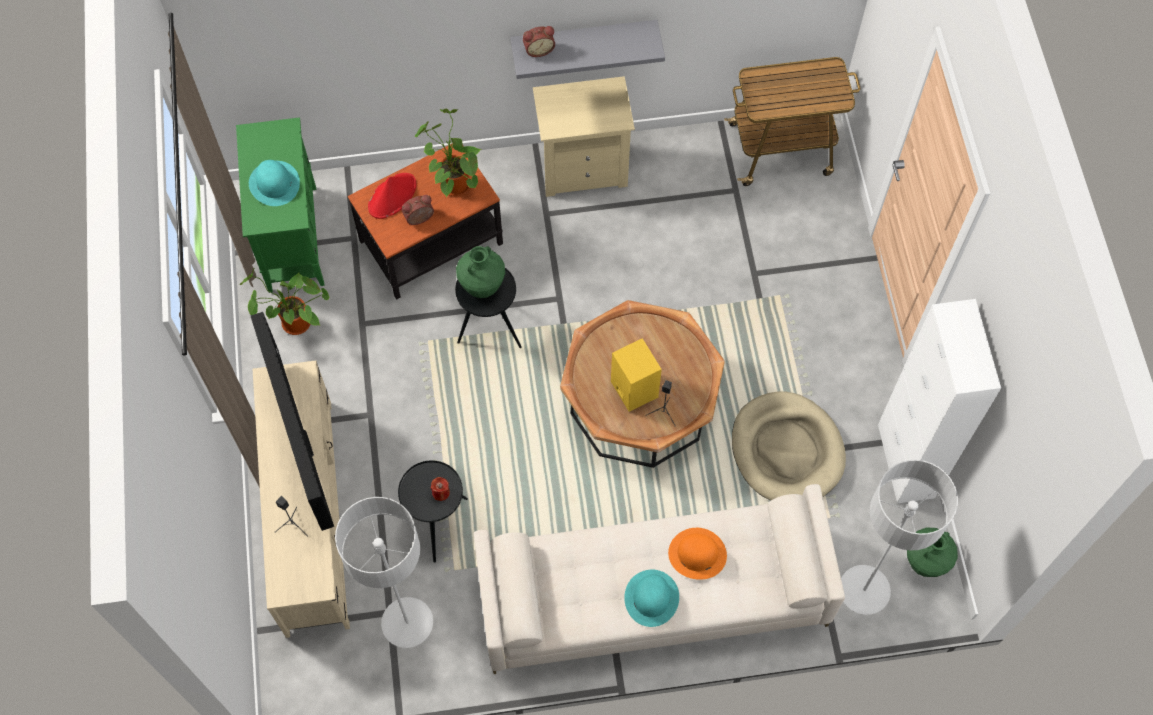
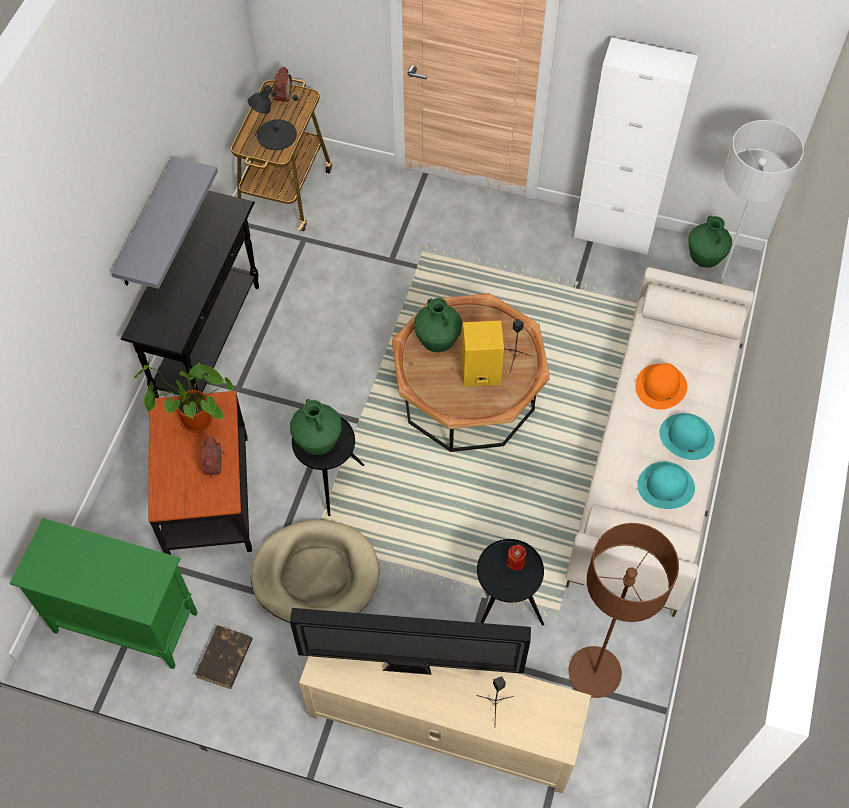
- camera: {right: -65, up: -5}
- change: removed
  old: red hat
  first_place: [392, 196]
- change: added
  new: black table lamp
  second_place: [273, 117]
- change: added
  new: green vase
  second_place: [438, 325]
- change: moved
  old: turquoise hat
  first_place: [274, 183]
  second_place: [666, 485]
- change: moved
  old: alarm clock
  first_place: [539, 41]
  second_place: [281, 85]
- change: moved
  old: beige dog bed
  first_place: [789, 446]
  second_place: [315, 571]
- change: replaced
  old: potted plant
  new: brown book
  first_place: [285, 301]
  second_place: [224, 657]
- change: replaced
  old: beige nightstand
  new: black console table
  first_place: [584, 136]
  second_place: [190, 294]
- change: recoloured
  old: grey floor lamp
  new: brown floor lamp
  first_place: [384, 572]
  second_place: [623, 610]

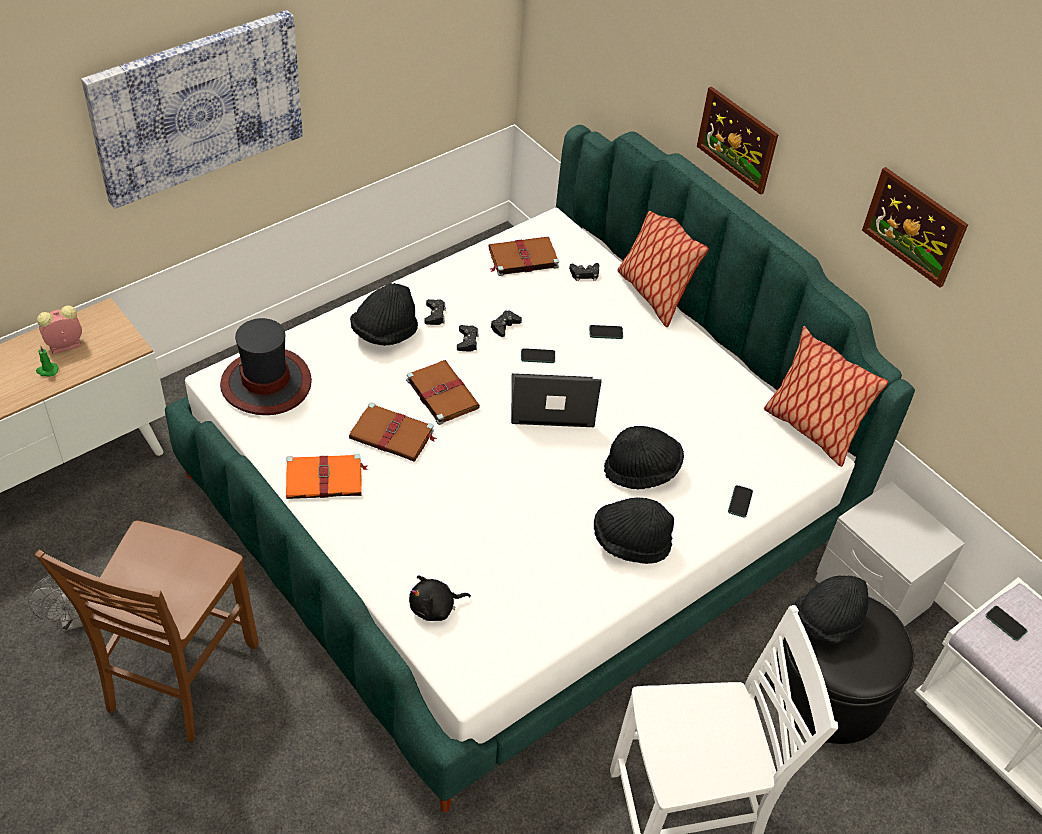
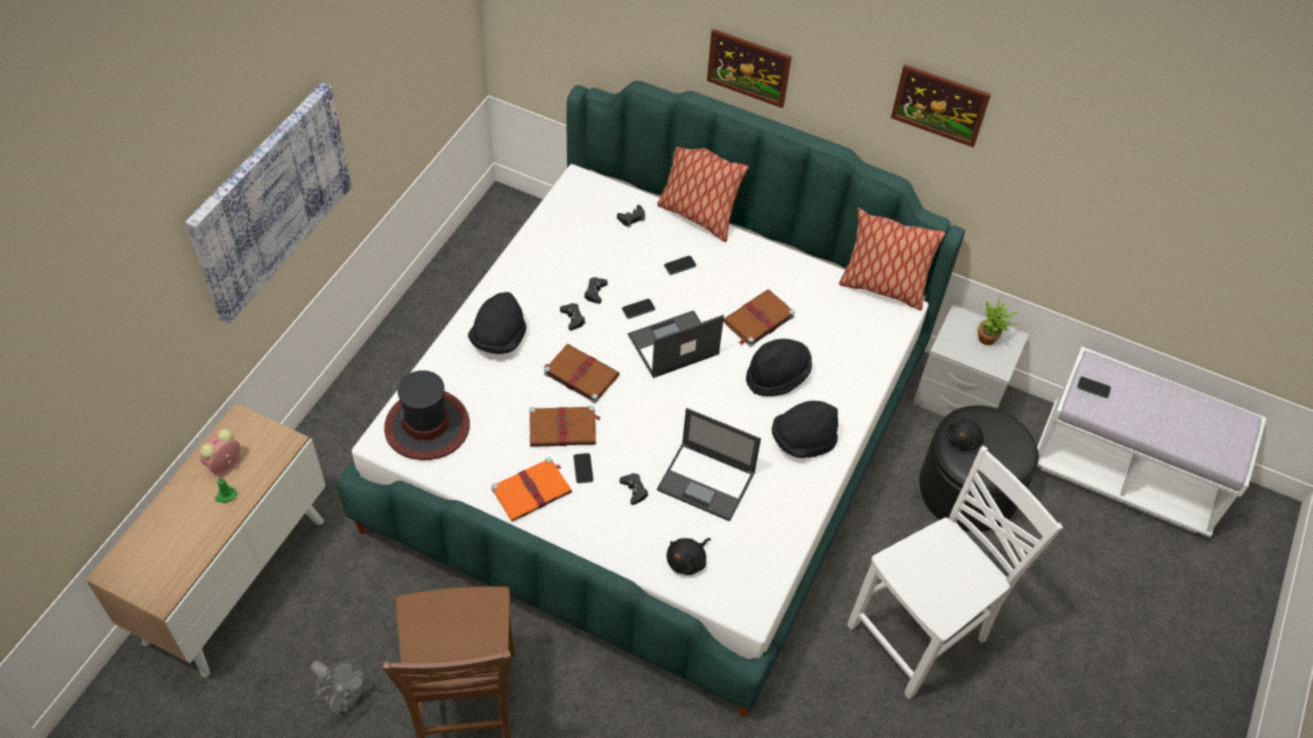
- camera: {right: -25, up: 5}
- change: added
  new: laptop
  second_place: [709, 465]
- change: added
  new: potted plant
  second_place: [998, 320]
- change: moved
  old: black game controller
  first_place: [435, 312]
  second_place: [634, 489]
- change: moved
  old: brown book
  first_place: [524, 256]
  second_place: [759, 318]
- change: moved
  old: phone
  first_place: [740, 501]
  second_place: [583, 468]
- change: replaced
  old: black hat
  new: black plush toy
  first_place: [832, 610]
  second_place: [965, 433]

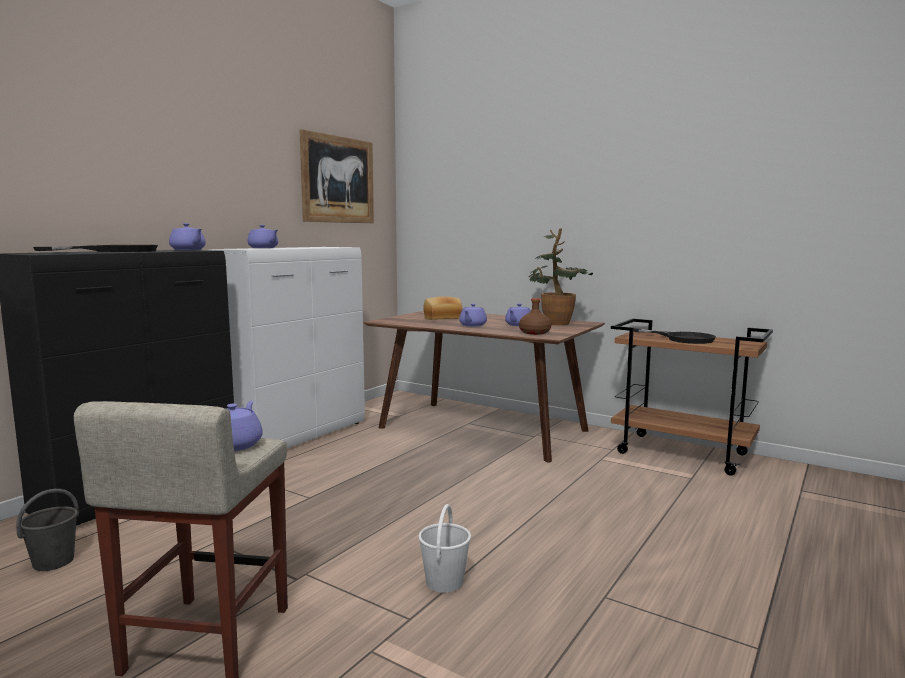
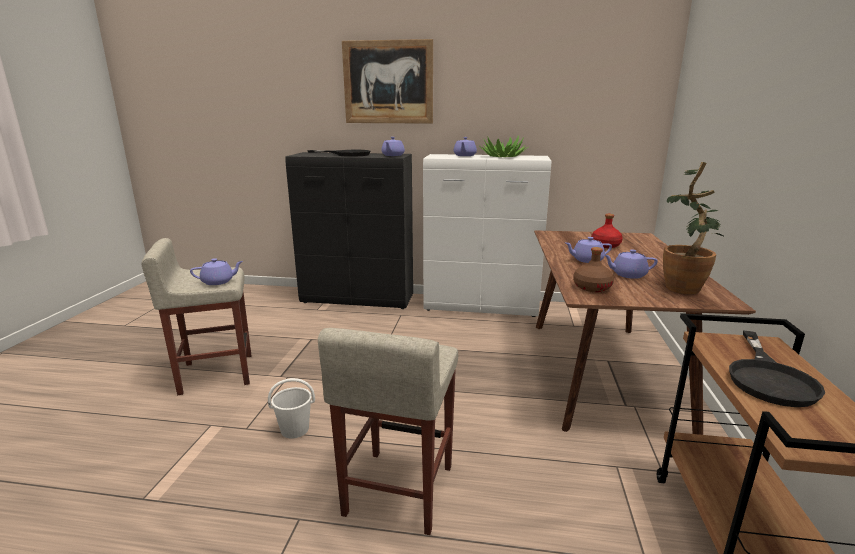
- camera: {right: 65, up: 10}
- change: removed
  old: grey bucket
  first_place: [47, 530]
- change: added
  new: beige stool
  second_place: [388, 431]
- change: added
  new: potted plant
  second_place: [504, 146]
- change: moved
  old: picture
  first_place: [336, 176]
  second_place: [387, 81]
- change: replaced
  old: bread
  new: red bottle
  first_place: [443, 308]
  second_place: [607, 231]

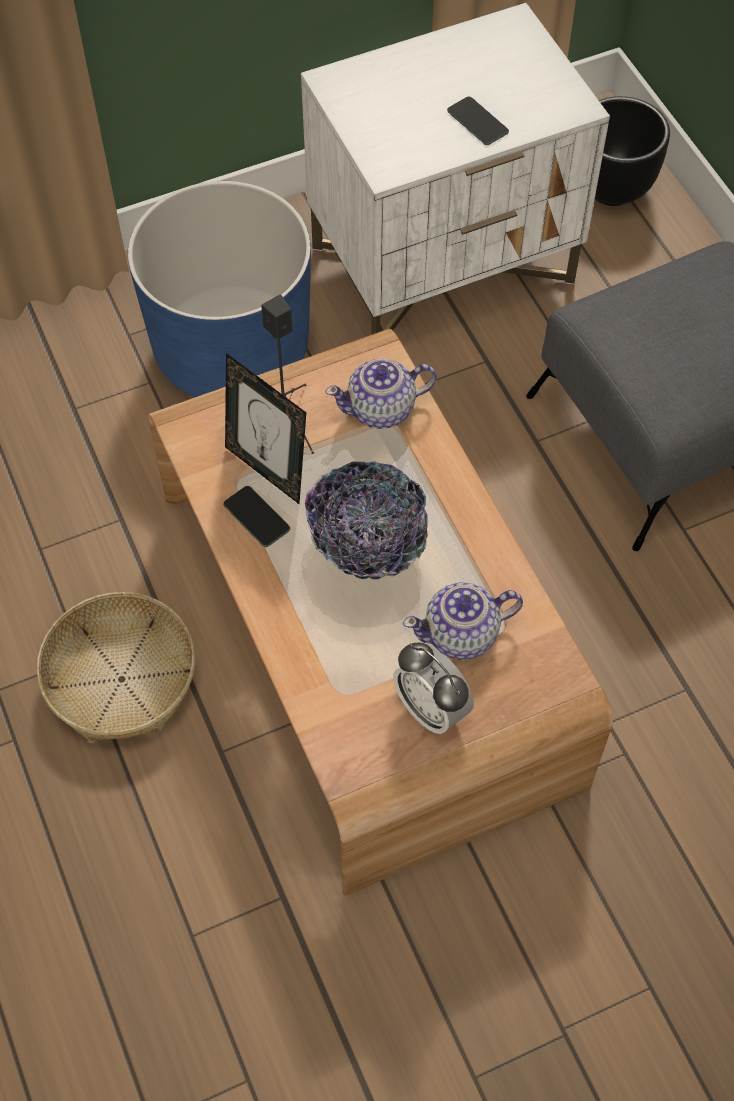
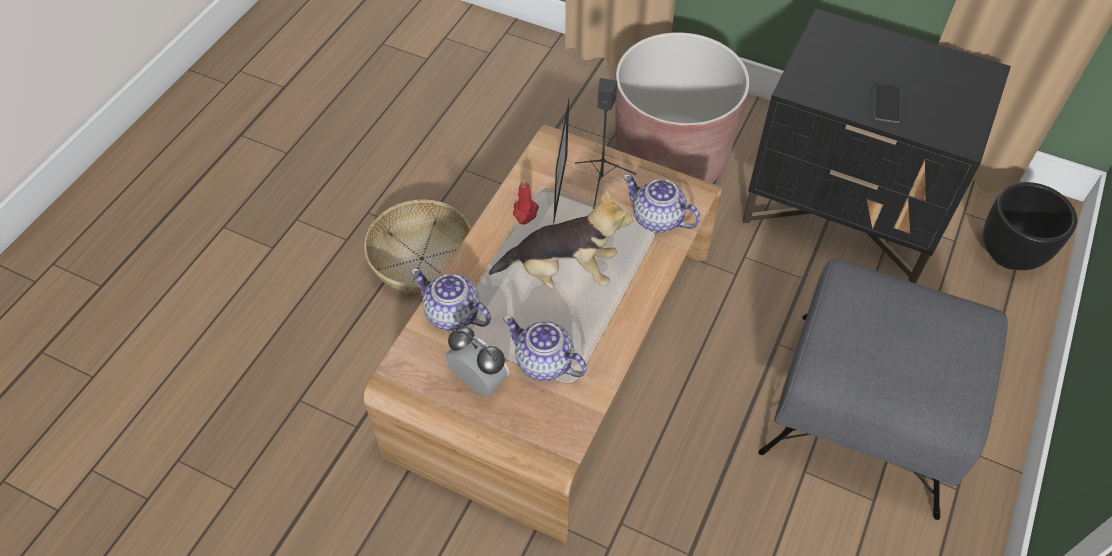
- camera: {right: 50, up: -5}
- change: added
  new: teapot
  second_place: [451, 300]
- change: replaced
  old: phone
  new: red candle
  first_place: [256, 516]
  second_place: [526, 202]
- change: replaced
  old: bowl
  new: plush toy
  first_place: [366, 520]
  second_place: [561, 238]
- change: recoloured
  old: blue planter
  new: brown planter
  first_place: [219, 289]
  second_place: [683, 107]
- change: recoloured
  old: white nightstand
  new: black nightstand
  first_place: [455, 169]
  second_place: [877, 145]
- change: turned
  old: alarm clock
  first_place: [433, 688]
  second_place: [477, 361]
  degrees: 120

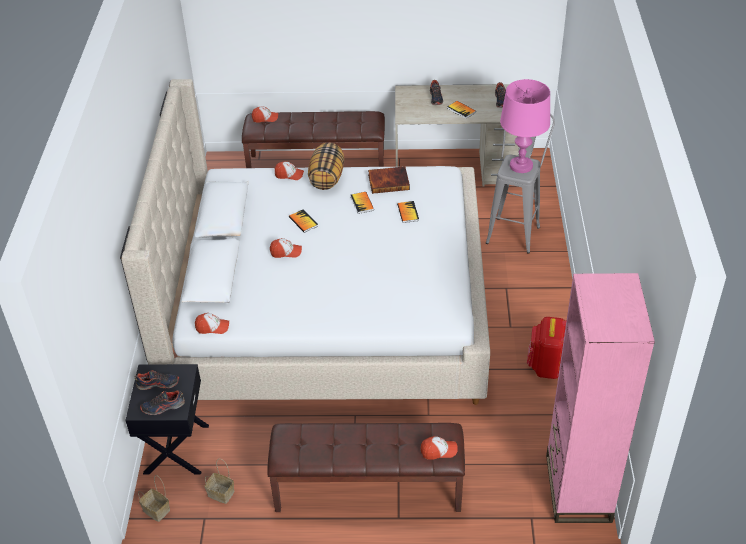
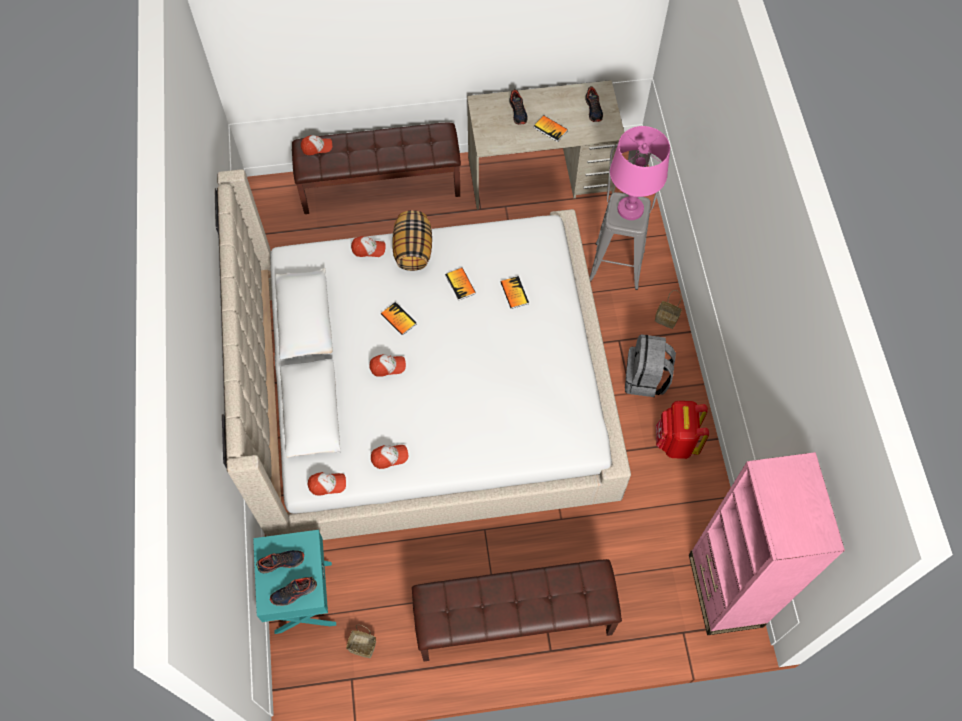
- camera: {right: -10, up: 20}
- change: removed
  old: book
  first_place: [389, 180]
- change: added
  new: grey backpack
  second_place: [650, 366]
- change: moved
  old: basket
  first_place: [154, 498]
  second_place: [668, 309]
- change: moved
  old: cap
  first_place: [439, 448]
  second_place: [389, 457]
- change: recoloured
  old: black nightstand
  new: turquoise nightstand
  first_place: [167, 419]
  second_place: [294, 582]

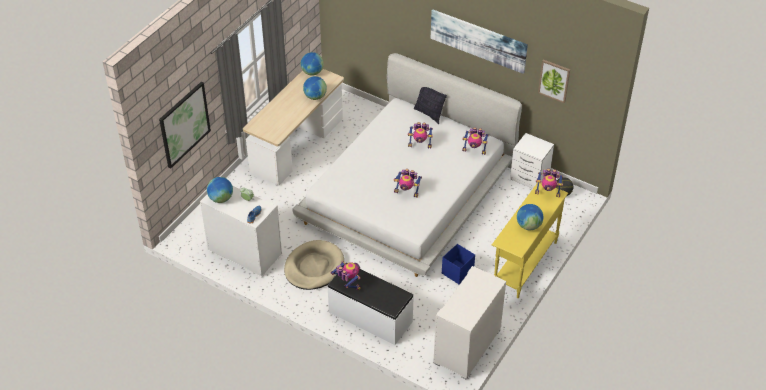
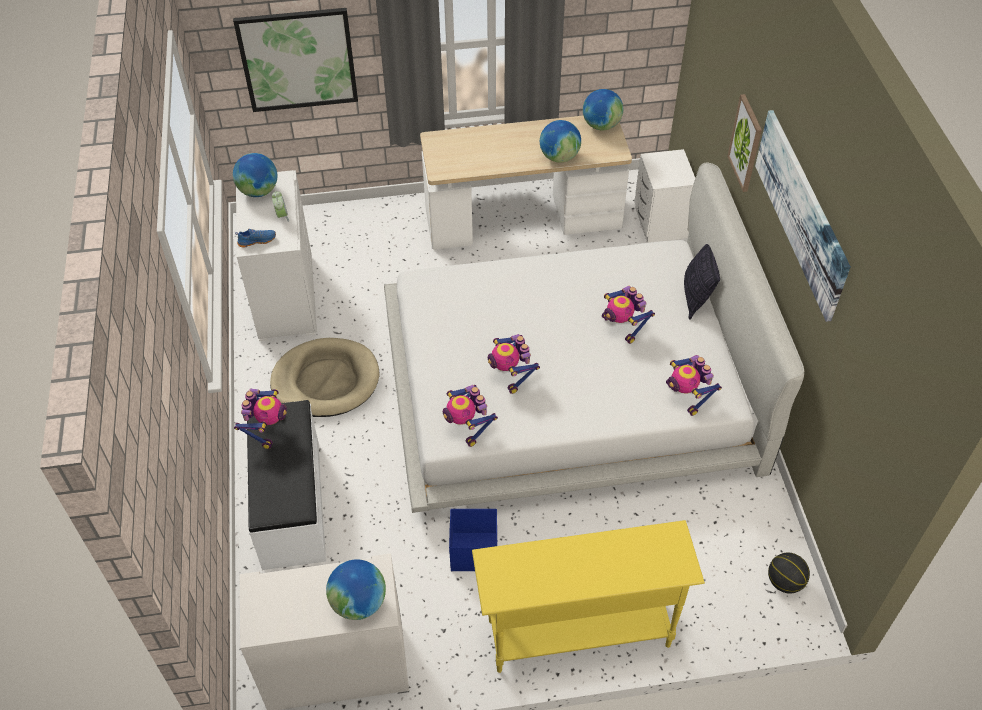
- camera: {right: 50, up: 5}
- change: moved
  old: white nightstand
  first_place: [532, 161]
  second_place: [664, 196]
- change: moved
  old: globe
  first_place: [530, 217]
  second_place: [356, 589]
- change: moved
  old: toy robot
  first_place: [549, 183]
  second_place: [470, 416]
- change: moved
  old: picture
  first_place: [554, 81]
  second_place: [744, 143]

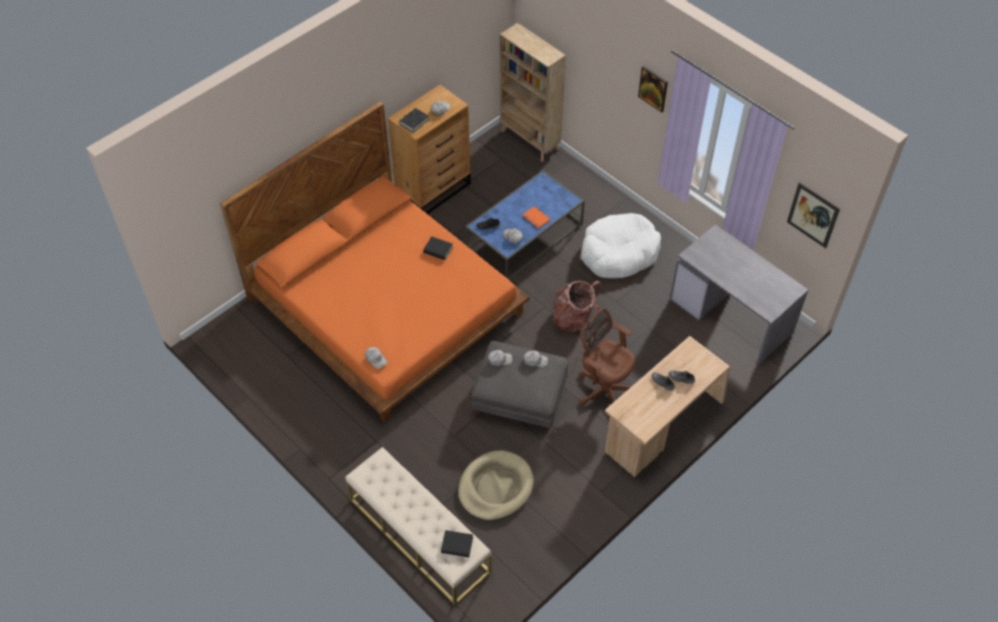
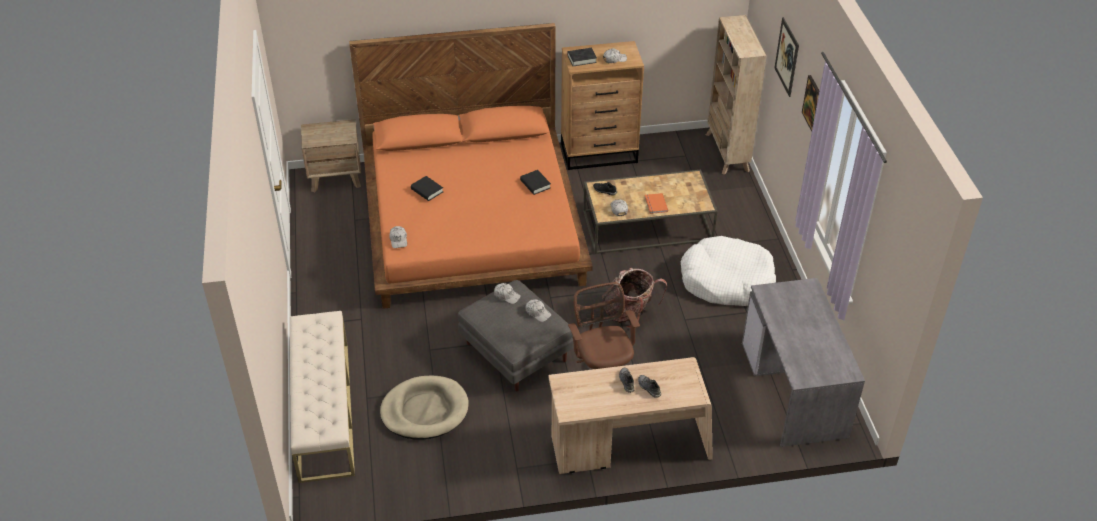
- camera: {right: 35, up: -10}
- change: added
  new: brown nightstand
  second_place: [331, 156]
- change: moved
  old: black book
  first_place: [457, 543]
  second_place: [427, 188]
- change: moved
  old: picture
  first_place: [813, 215]
  second_place: [786, 57]
- change: recoloured
  old: blue coffee table
  new: brown coffee table
  first_place: [525, 225]
  second_place: [650, 212]

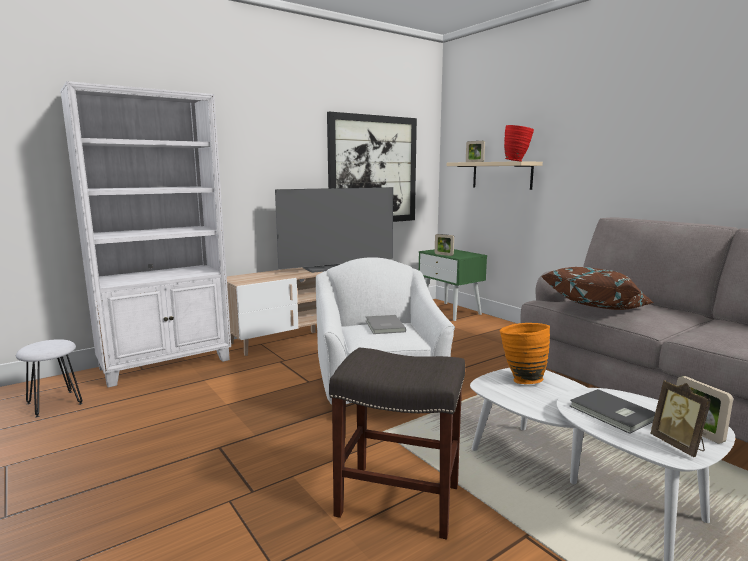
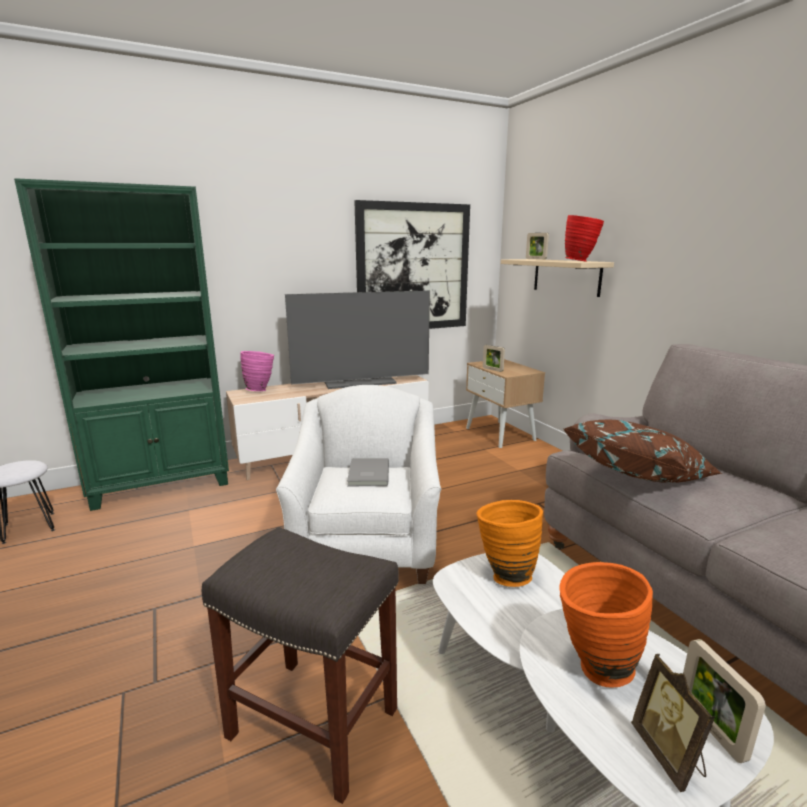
- camera: {right: 10, up: 5}
- change: added
  new: pink vase
  second_place: [257, 371]
- change: replaced
  old: grey book
  new: orange vase
  first_place: [612, 411]
  second_place: [606, 624]
- change: recoloured
  old: white bookcase
  new: green bookcase
  first_place: [145, 234]
  second_place: [121, 344]
- change: recoloured
  old: green nightstand
  new: beige nightstand
  first_place: [453, 285]
  second_place: [505, 403]

